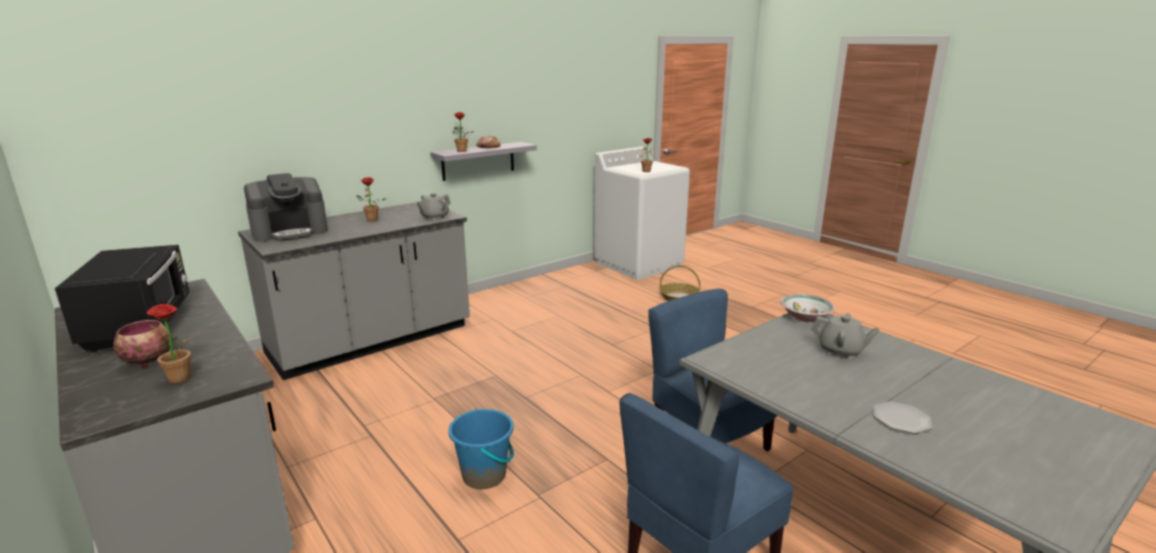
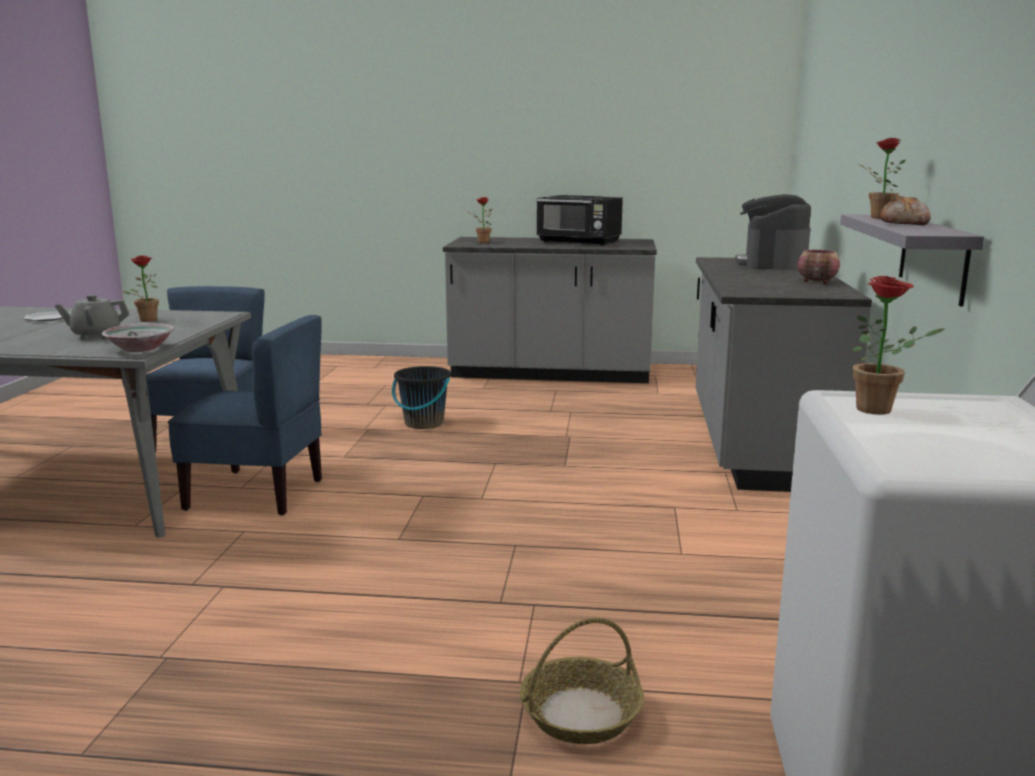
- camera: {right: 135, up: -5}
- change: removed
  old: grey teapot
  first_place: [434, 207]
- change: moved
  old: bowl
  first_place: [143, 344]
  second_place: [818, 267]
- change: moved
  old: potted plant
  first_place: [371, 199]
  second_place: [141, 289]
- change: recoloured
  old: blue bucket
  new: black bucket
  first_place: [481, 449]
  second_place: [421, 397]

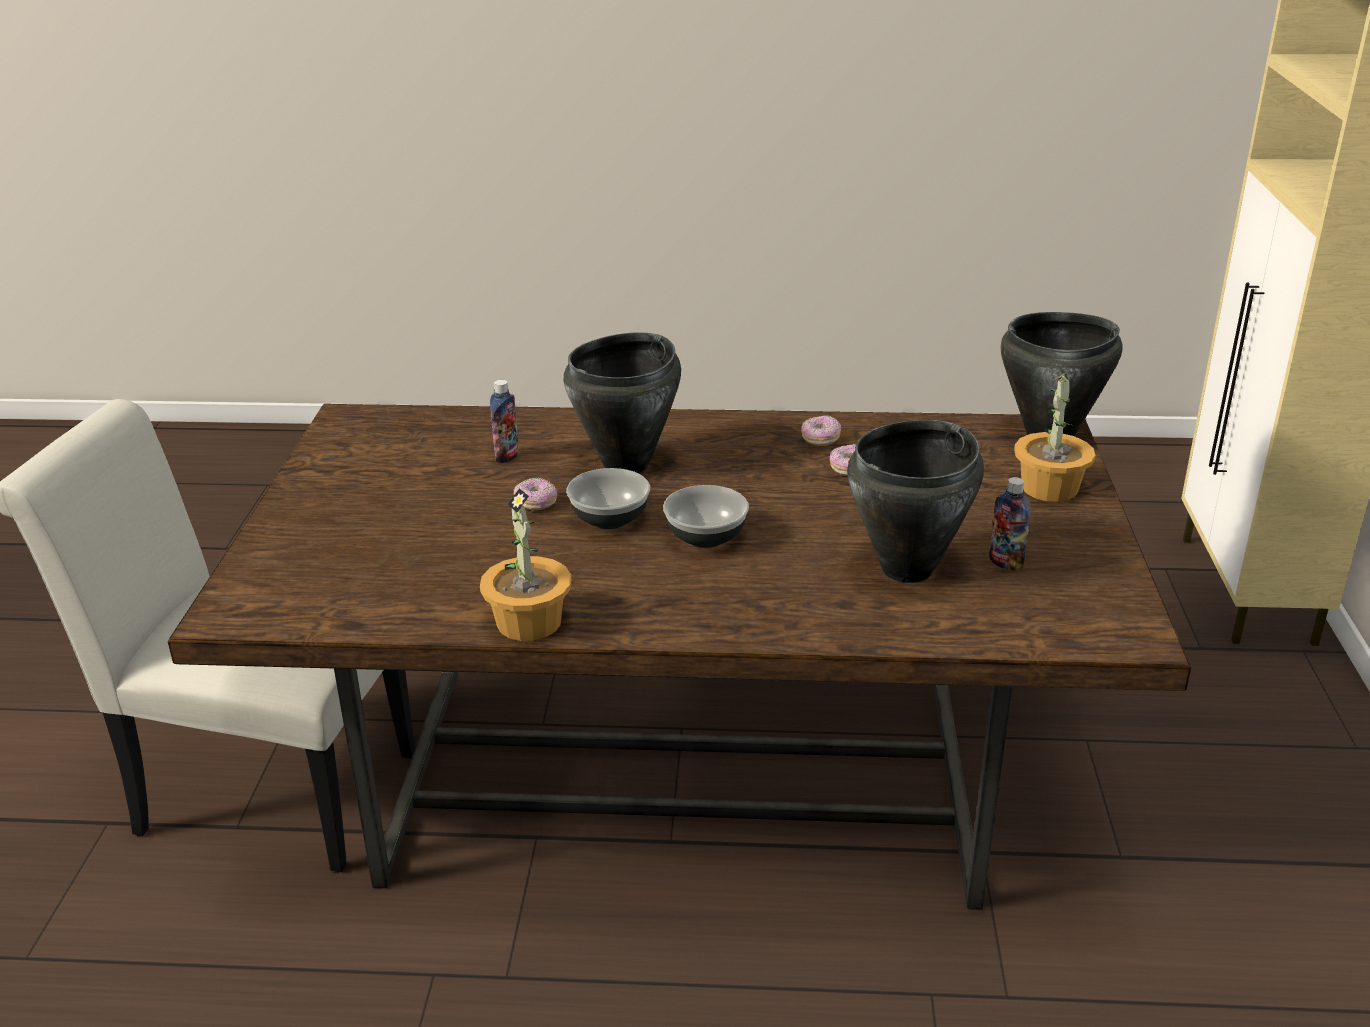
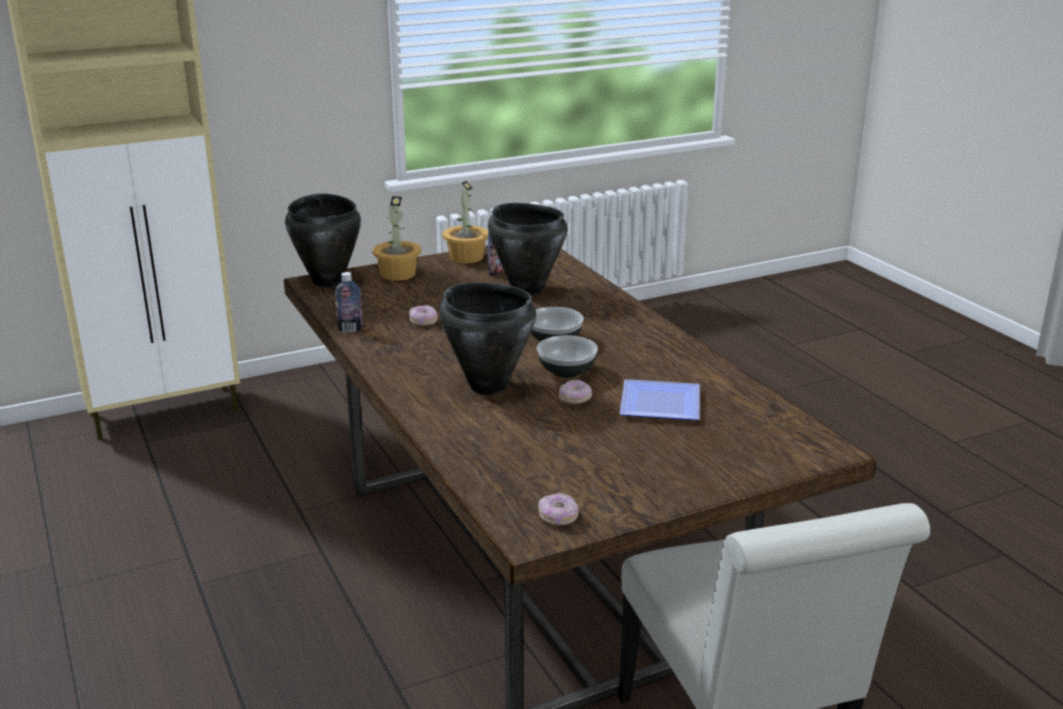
- camera: {right: -120, up: -5}
- change: added
  new: plate
  second_place: [660, 399]
- change: moved
  old: potted plant
  first_place: [525, 565]
  second_place: [465, 222]
- change: moved
  old: bottle
  first_place: [504, 422]
  second_place: [349, 302]
- change: moved
  old: donut
  first_place: [821, 431]
  second_place: [558, 509]

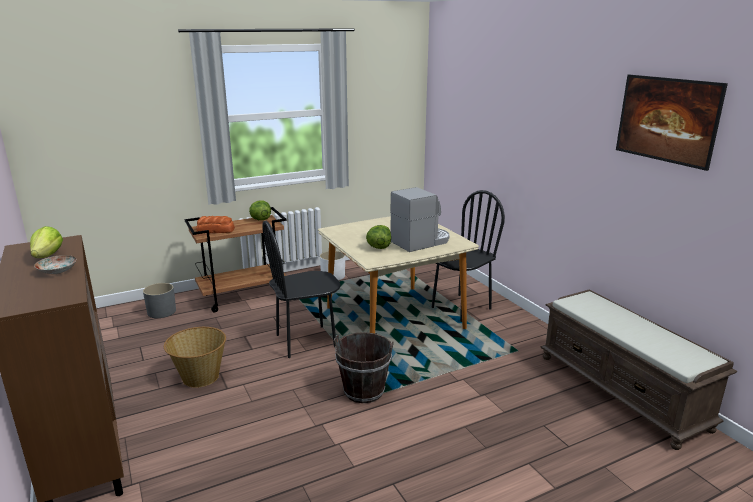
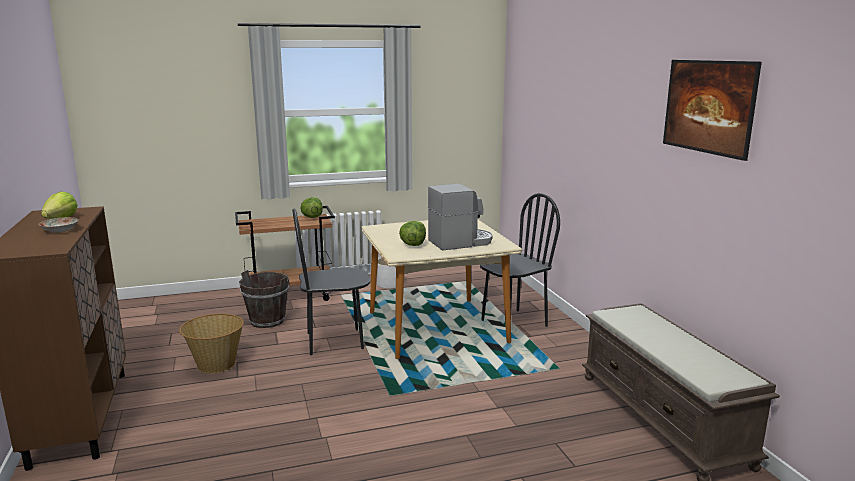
- camera: {right: 10, up: -5}
- change: removed
  old: grey planter
  first_place: [159, 300]
- change: removed
  old: bread
  first_place: [215, 224]
- change: moved
  old: brown bucket
  first_place: [364, 367]
  second_place: [264, 299]

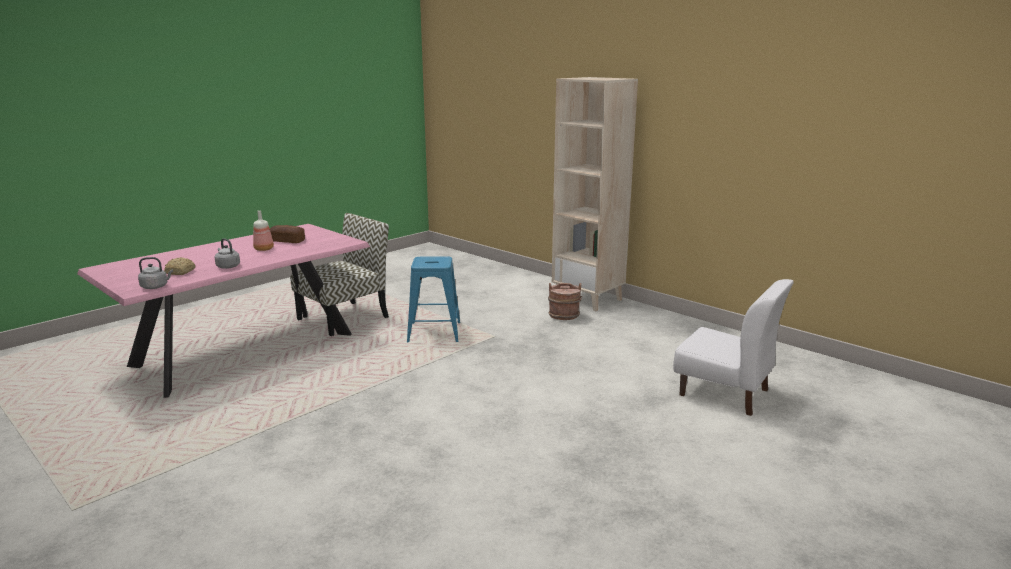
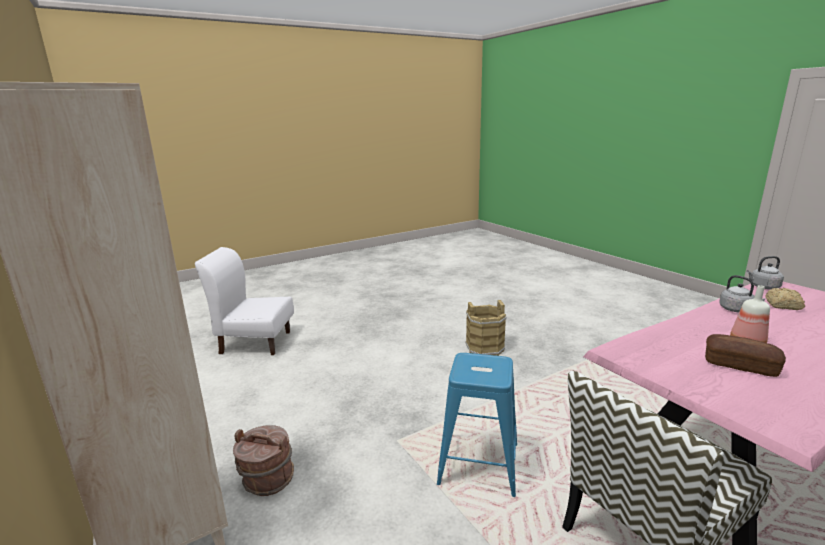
- camera: {right: -165, up: 0}
- change: added
  new: brown bucket
  second_place: [486, 328]
- change: turned
  old: white chair
  first_place: [733, 347]
  second_place: [244, 301]
  degrees: -45

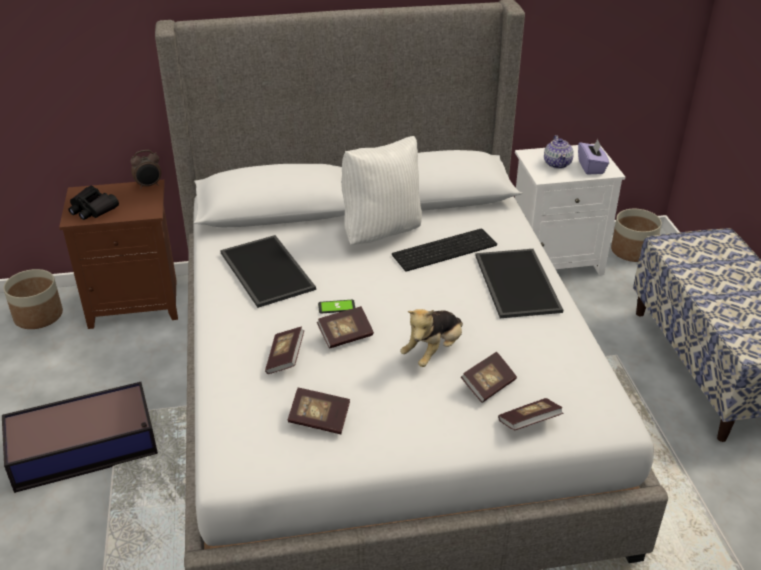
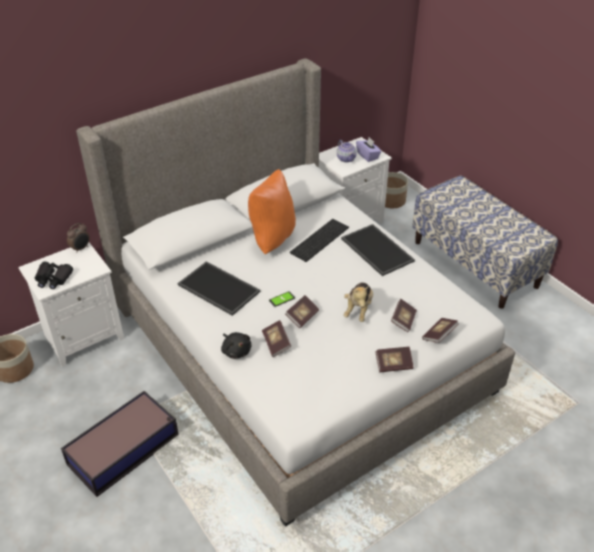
- camera: {right: -25, up: 5}
- change: added
  new: black plush toy
  second_place: [236, 345]
- change: moved
  old: book
  first_place: [319, 411]
  second_place: [394, 359]
- change: recoloured
  old: brown nightstand
  new: white nightstand
  first_place: [118, 254]
  second_place: [71, 305]
- change: recoloured
  old: white pillow
  new: orange pillow
  first_place: [381, 190]
  second_place: [272, 211]

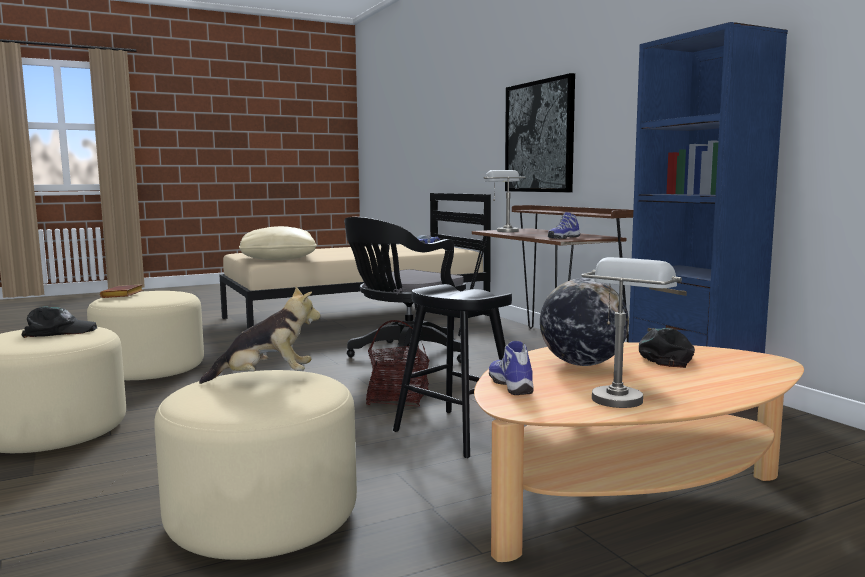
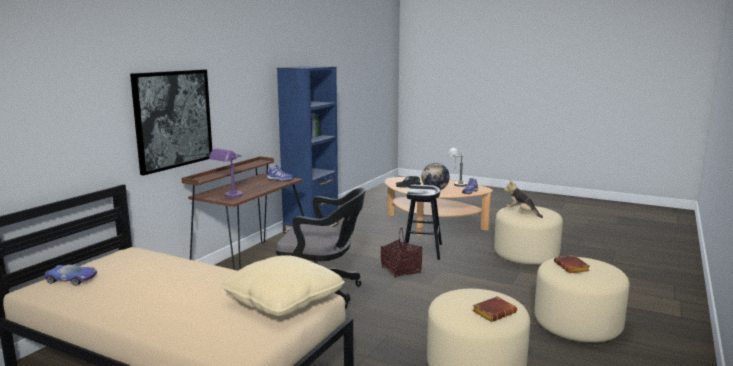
- camera: {right: -125, up: 5}
- change: replaced
  old: black cap
  new: brown book
  first_place: [59, 322]
  second_place: [572, 264]
- change: recoloured
  old: grey table lamp
  new: purple table lamp
  first_place: [504, 201]
  second_place: [226, 173]

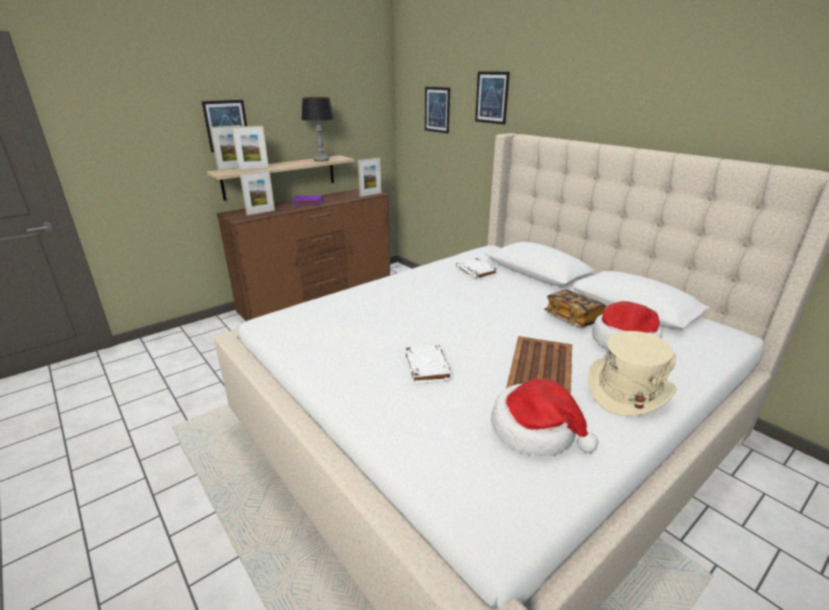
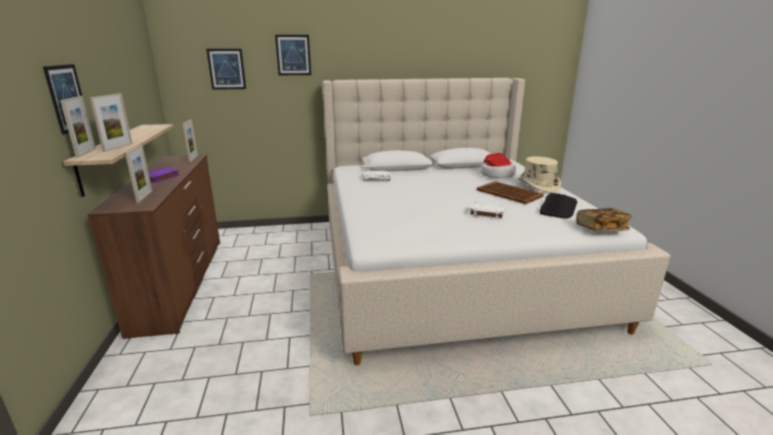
- camera: {right: -60, up: -5}
- change: removed
  old: table lamp
  first_place: [317, 129]
- change: moved
  old: book
  first_place: [575, 308]
  second_place: [604, 219]
- change: replaced
  old: hat
  new: keyboard
  first_place: [545, 417]
  second_place: [559, 205]

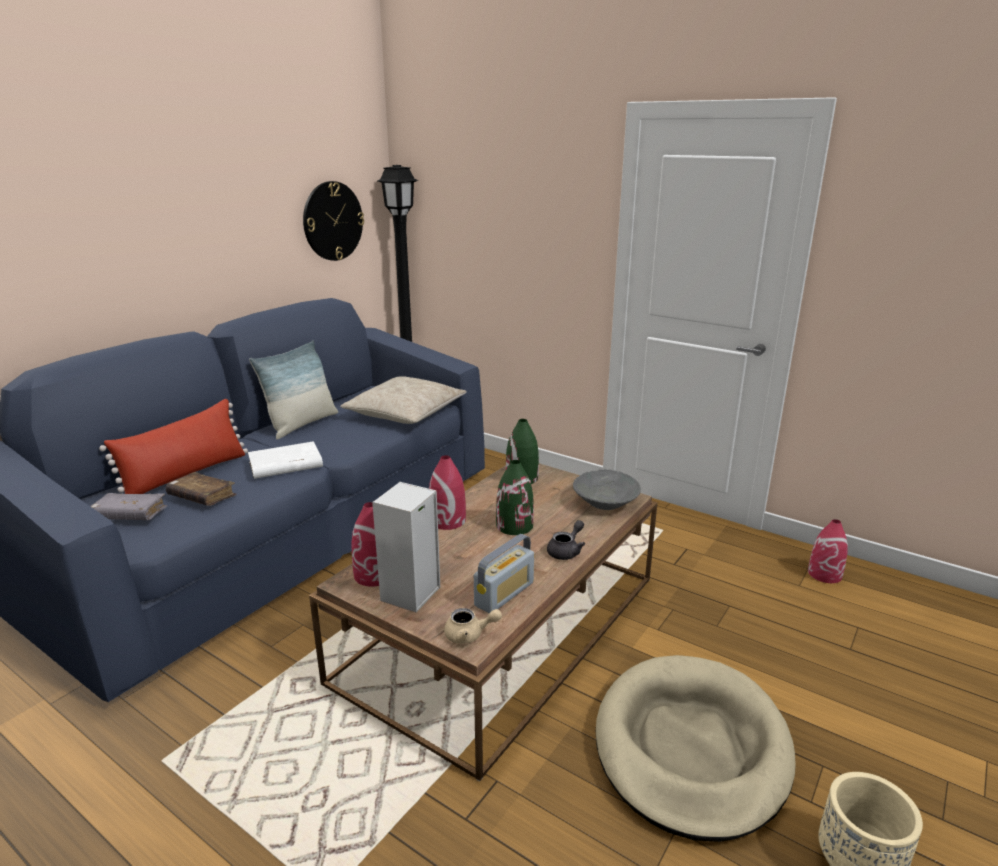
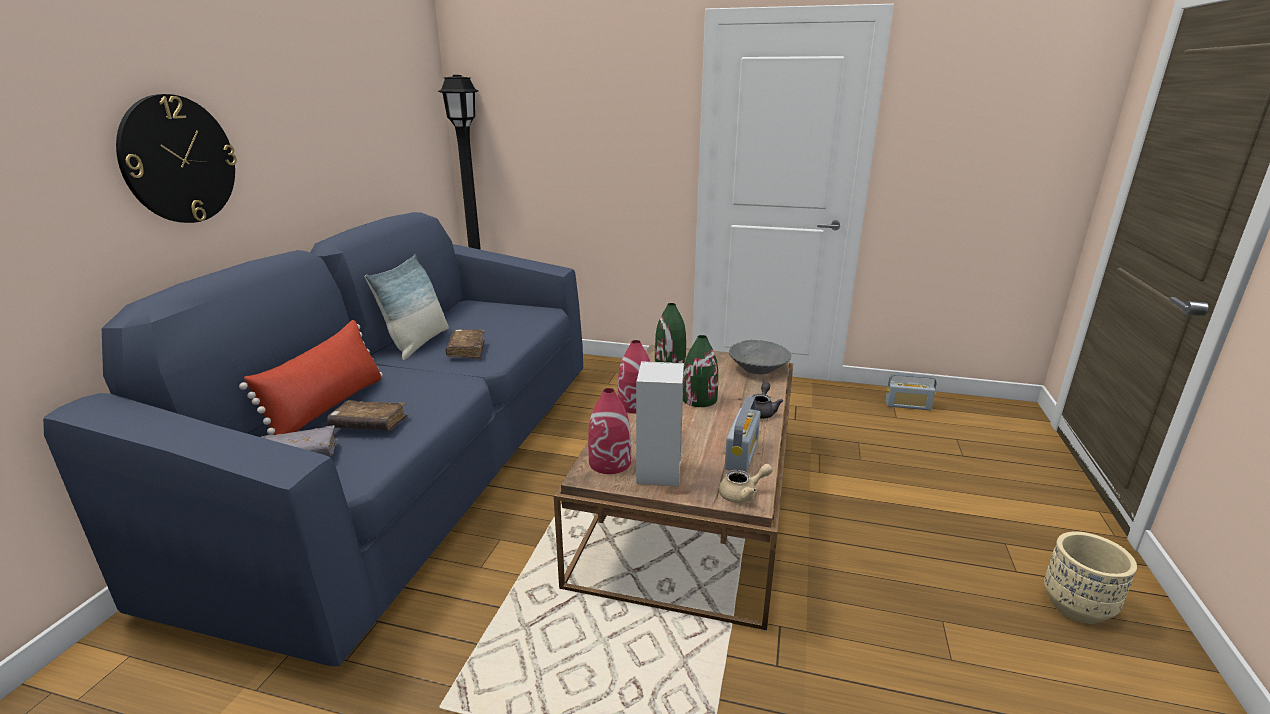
- camera: {right: -20, up: 0}
- change: removed
  old: white book
  first_place: [285, 460]
- change: removed
  old: beige pillow
  first_place: [403, 400]
- change: removed
  old: beige dog bed
  first_place: [696, 748]
- change: added
  new: brown book
  second_place: [465, 344]
- change: moved
  old: wall clock
  first_place: [333, 221]
  second_place: [176, 158]
- change: replaced
  old: red vase
  new: radio
  first_place: [828, 551]
  second_place: [911, 391]

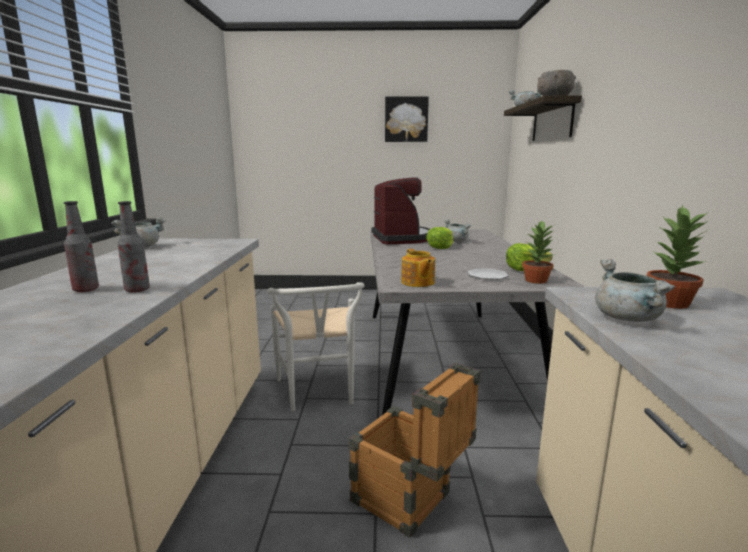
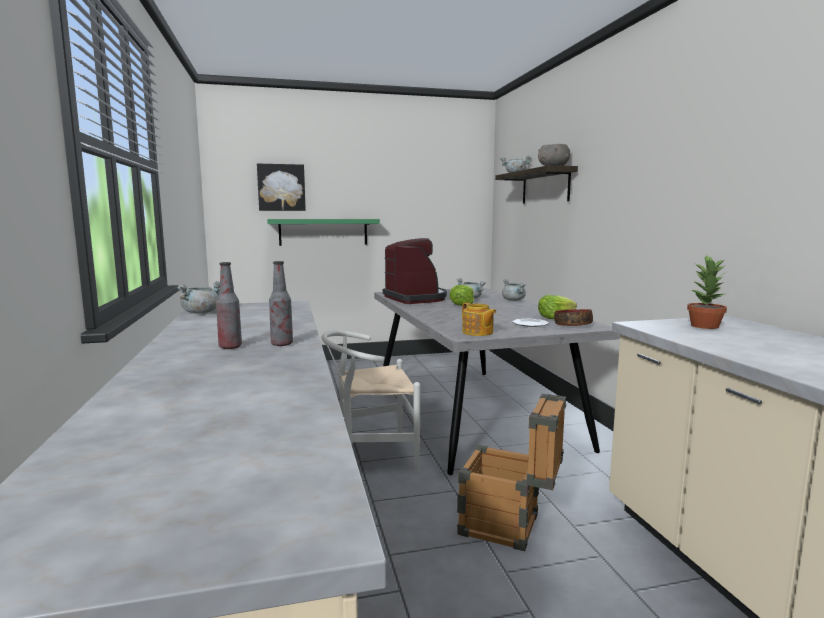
- camera: {right: -15, up: -5}
- change: added
  new: green shelf
  second_place: [323, 232]
- change: moved
  old: picture
  first_place: [407, 119]
  second_place: [281, 187]
- change: moved
  old: grey cooking pot
  first_place: [635, 290]
  second_place: [514, 290]
- change: replaced
  old: potted plant
  new: bowl
  first_place: [539, 252]
  second_place: [573, 317]
- change: turned
  old: white chair
  first_place: [316, 346]
  second_place: [371, 401]
  degrees: 105

